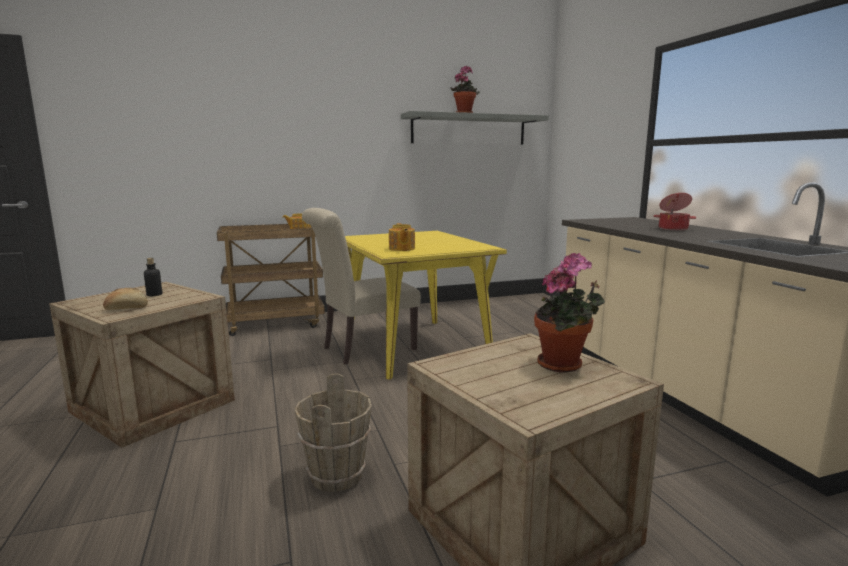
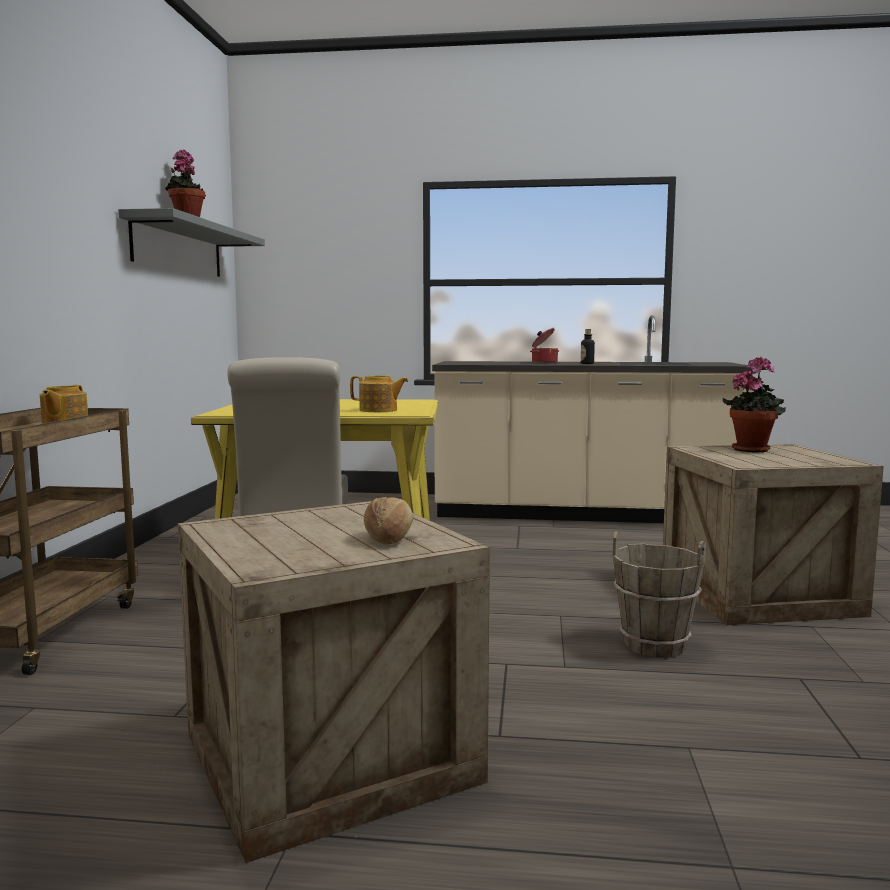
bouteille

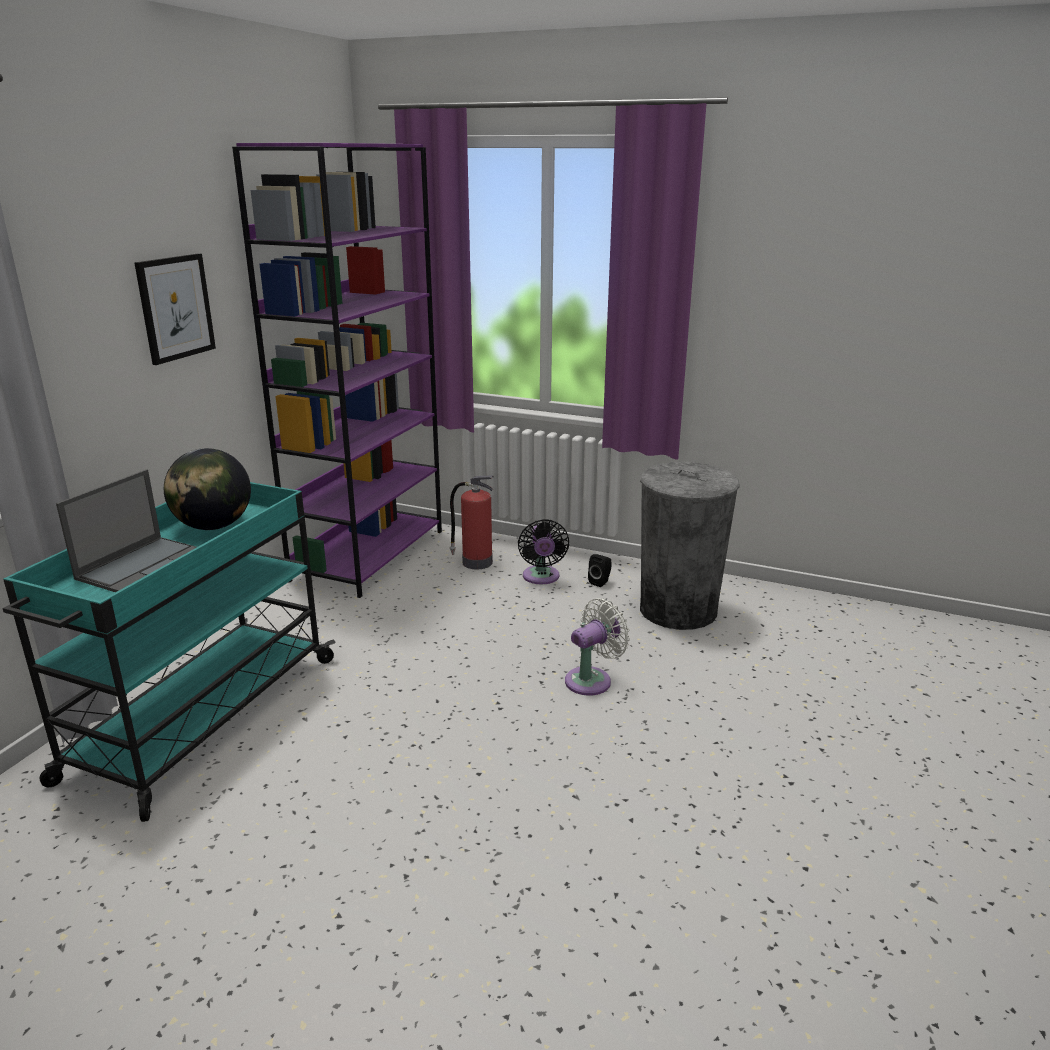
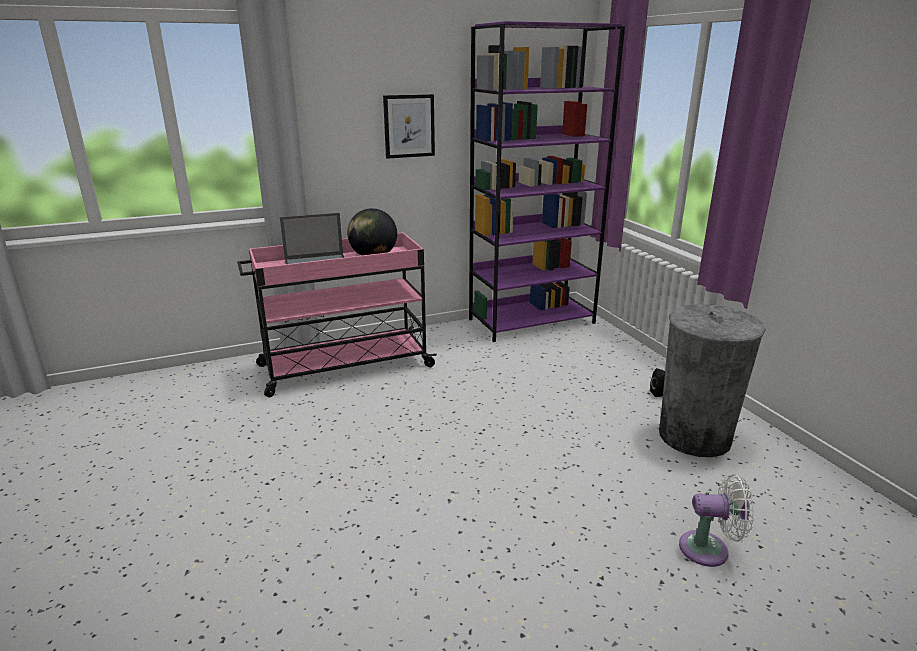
chariot (rose); extincteur; ventilateur (noir); ventilateur (blanc)

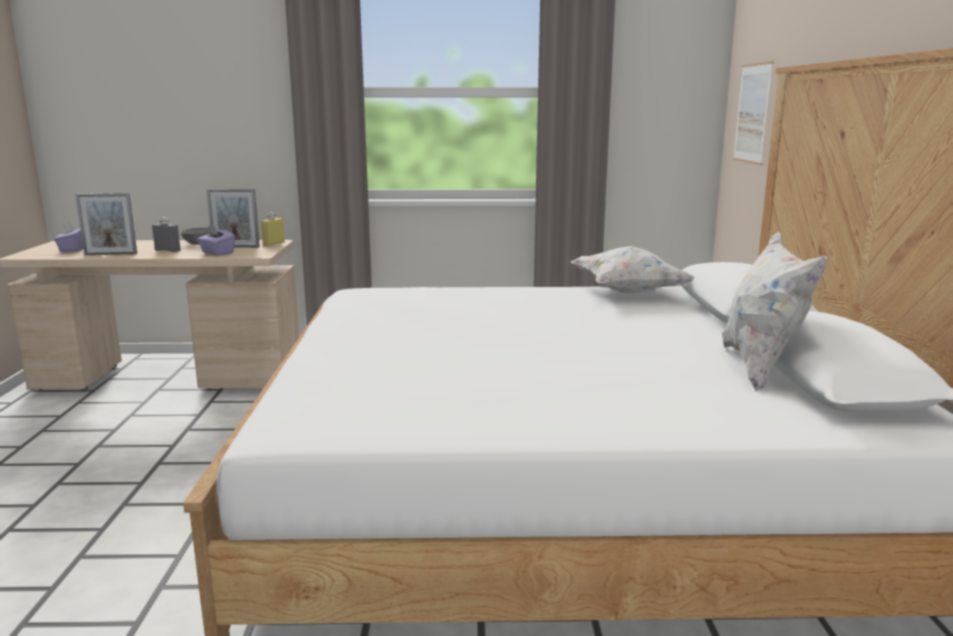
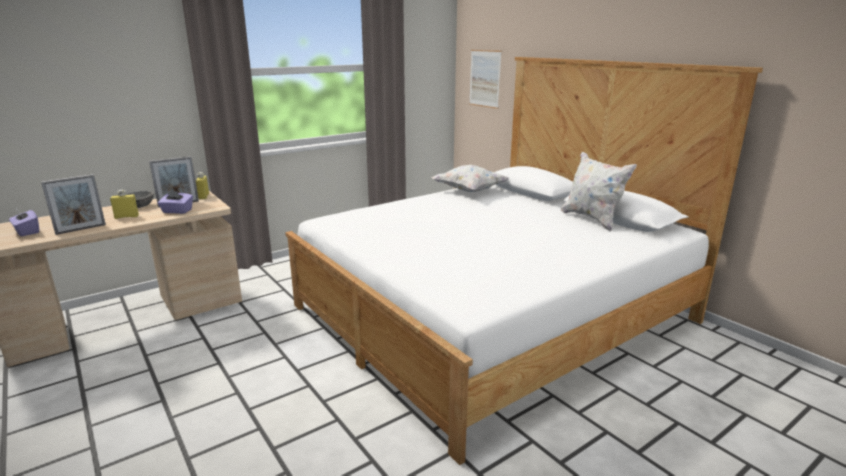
bouteille (jaune) (1st from left)

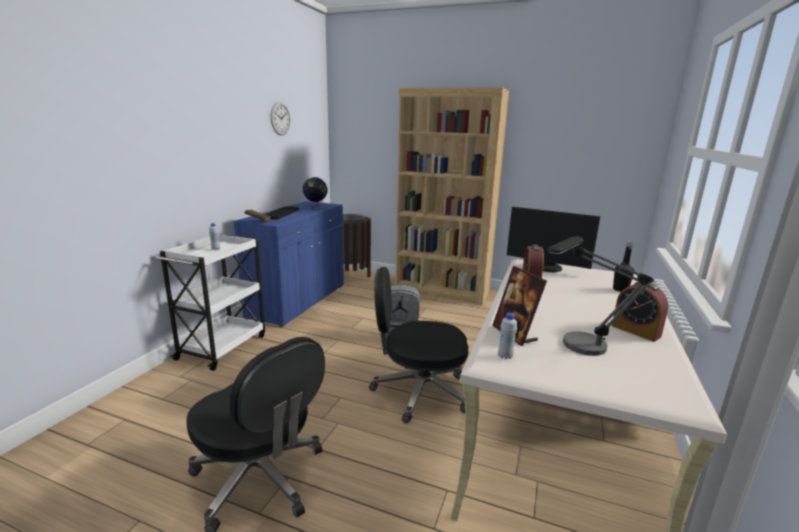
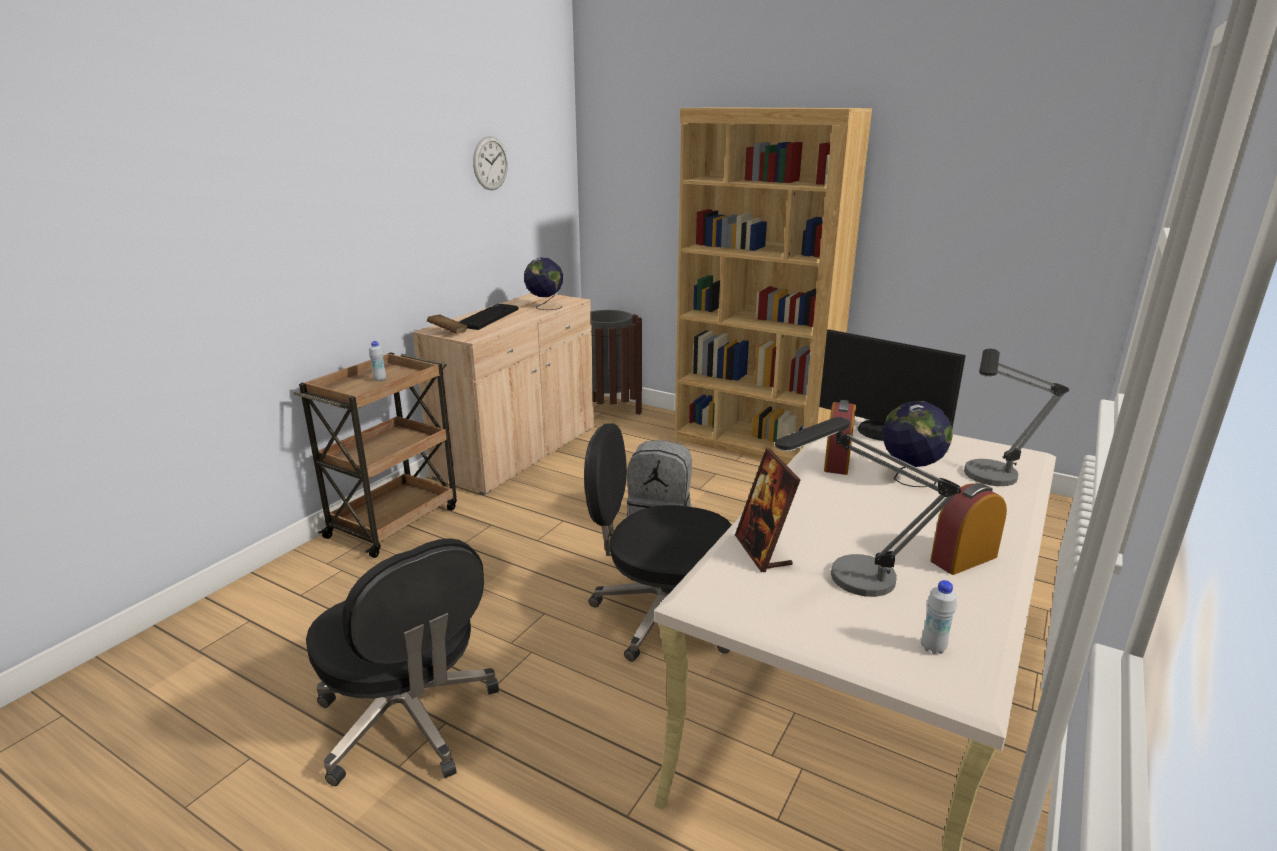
chariot (marron); meuble de rangement (beige); bouteille (blanc) (2nd from left); réveil (2nd from left); lampe de table (2nd from left); globe (2nd from left)

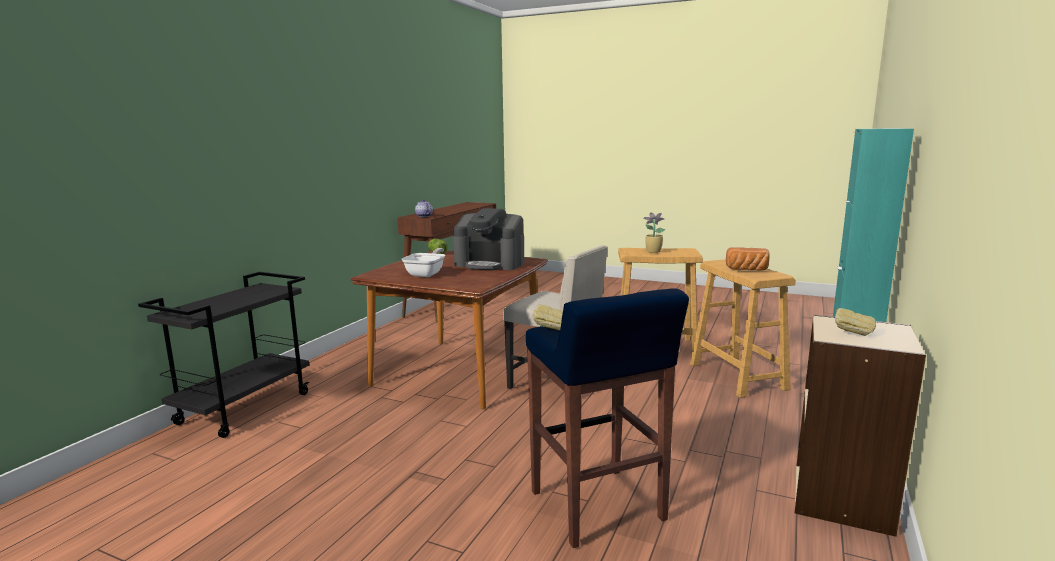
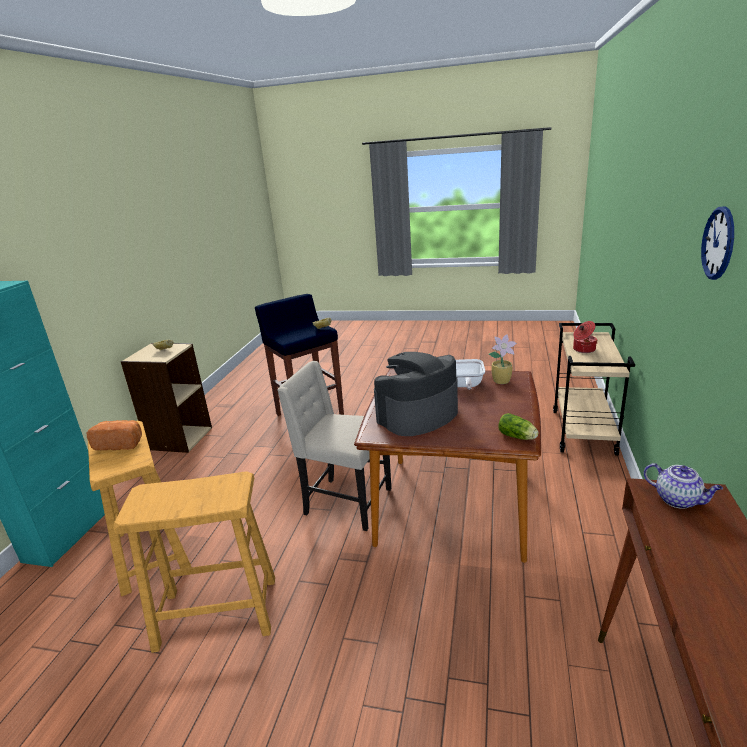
chariot (beige); machine à café; plante en pot; marmite; horloge murale

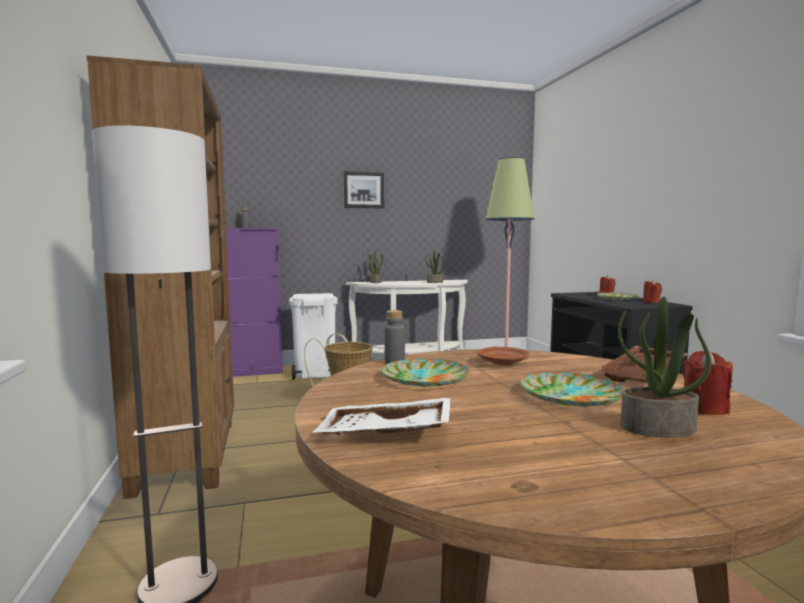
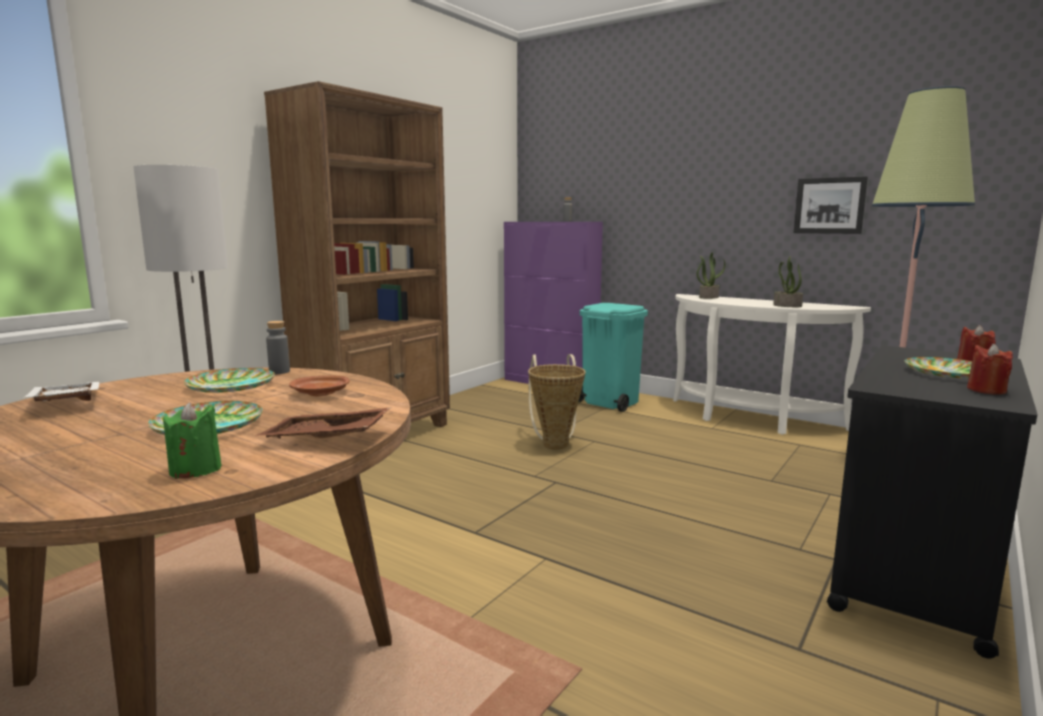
poubelle (turquoise); tableau; plante en pot (3rd from left in the first image); bougie (vert)

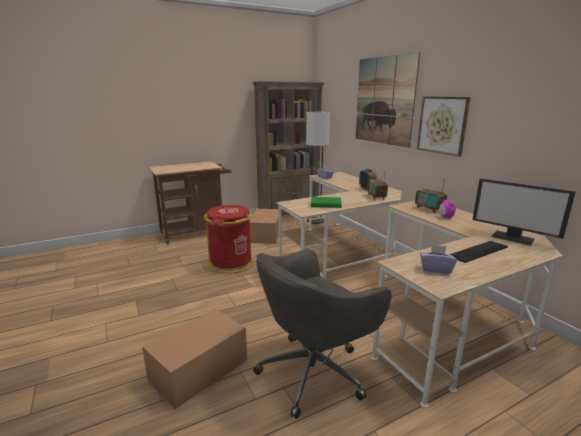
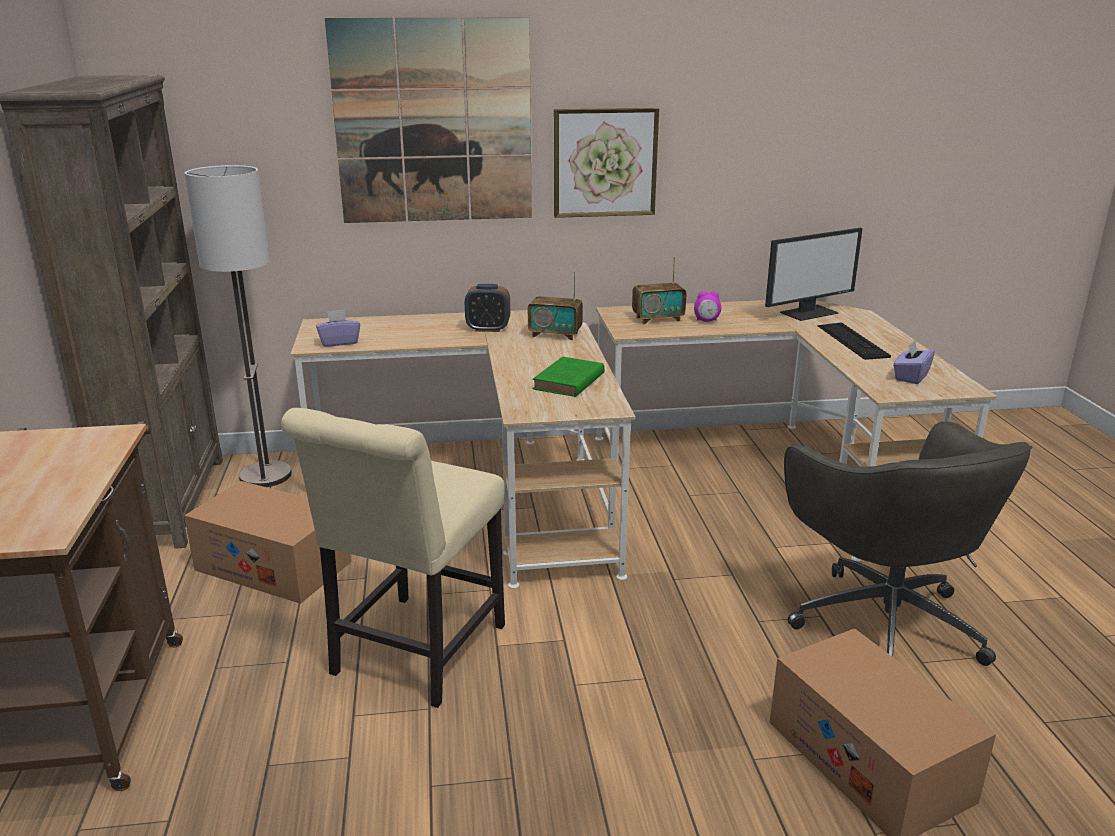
chaise (beige)

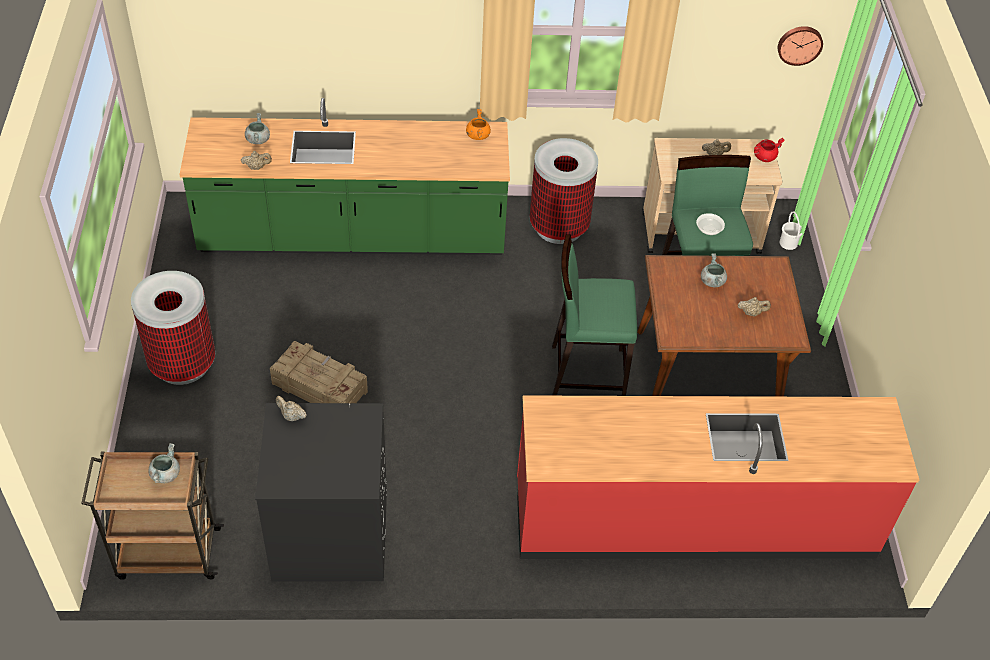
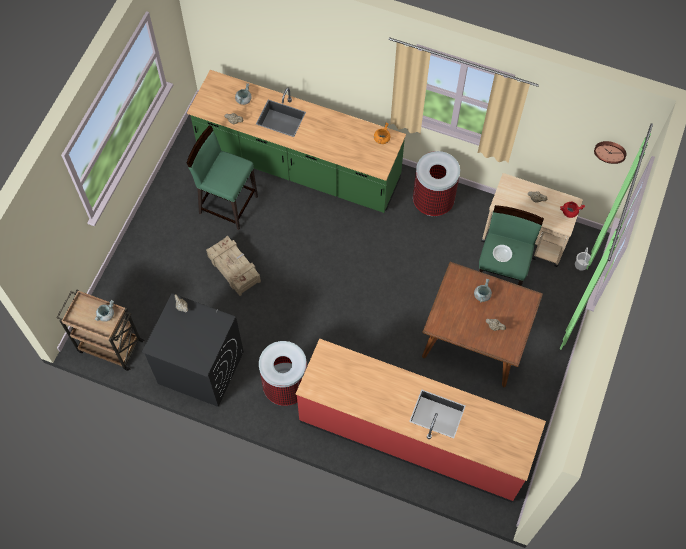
poubelle (1st from left); tabouret (vert) (1st from left)

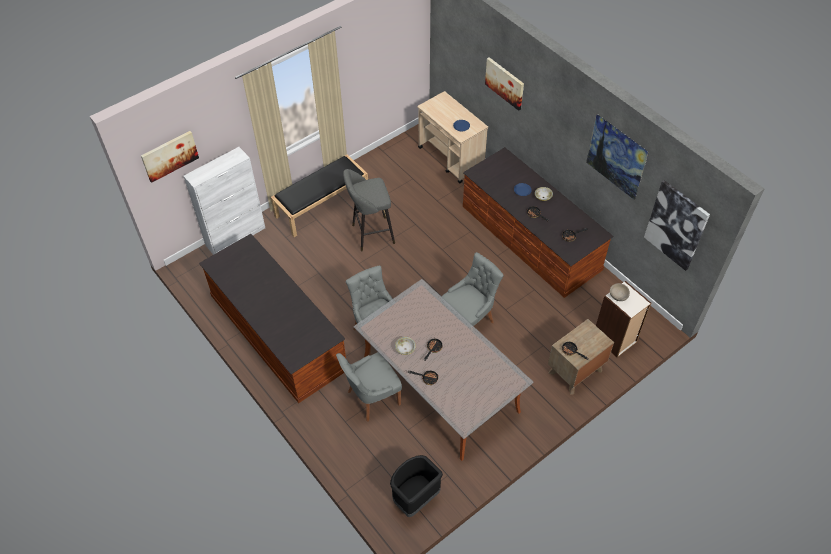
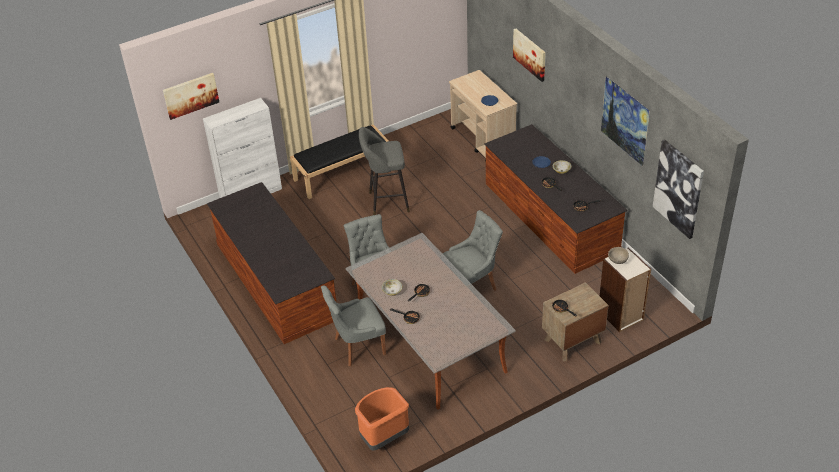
poubelle (orange)

